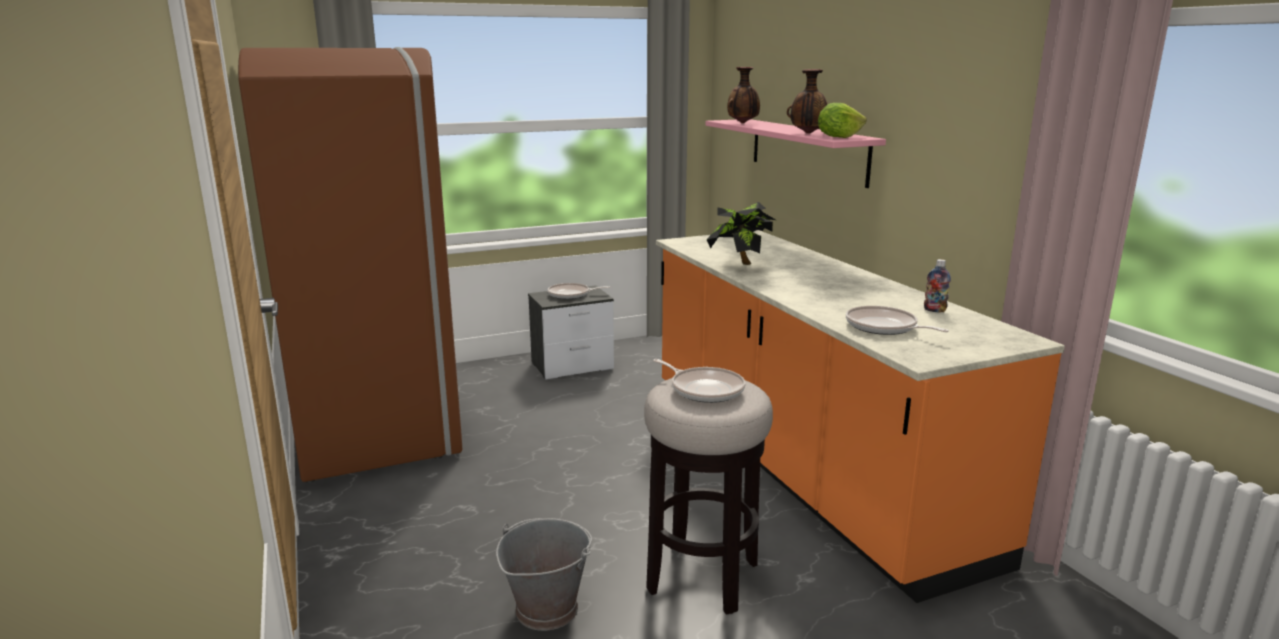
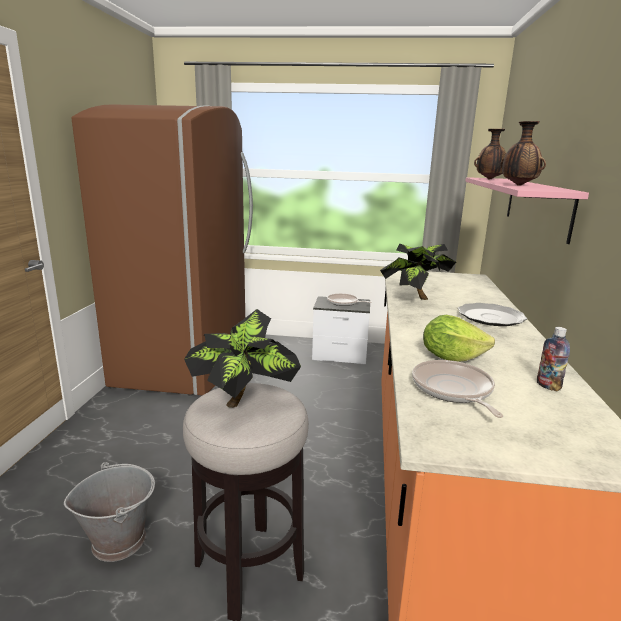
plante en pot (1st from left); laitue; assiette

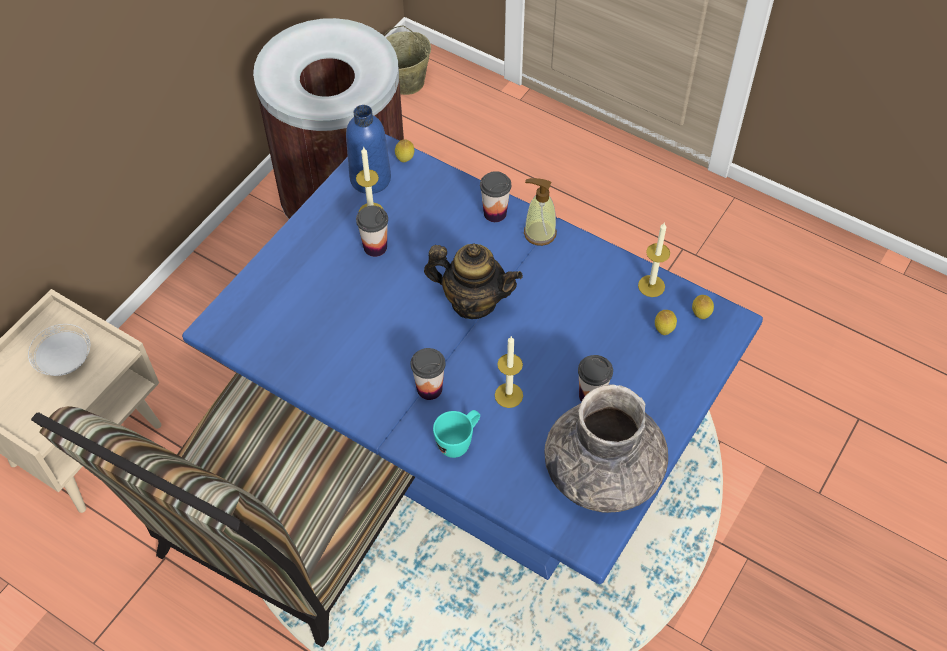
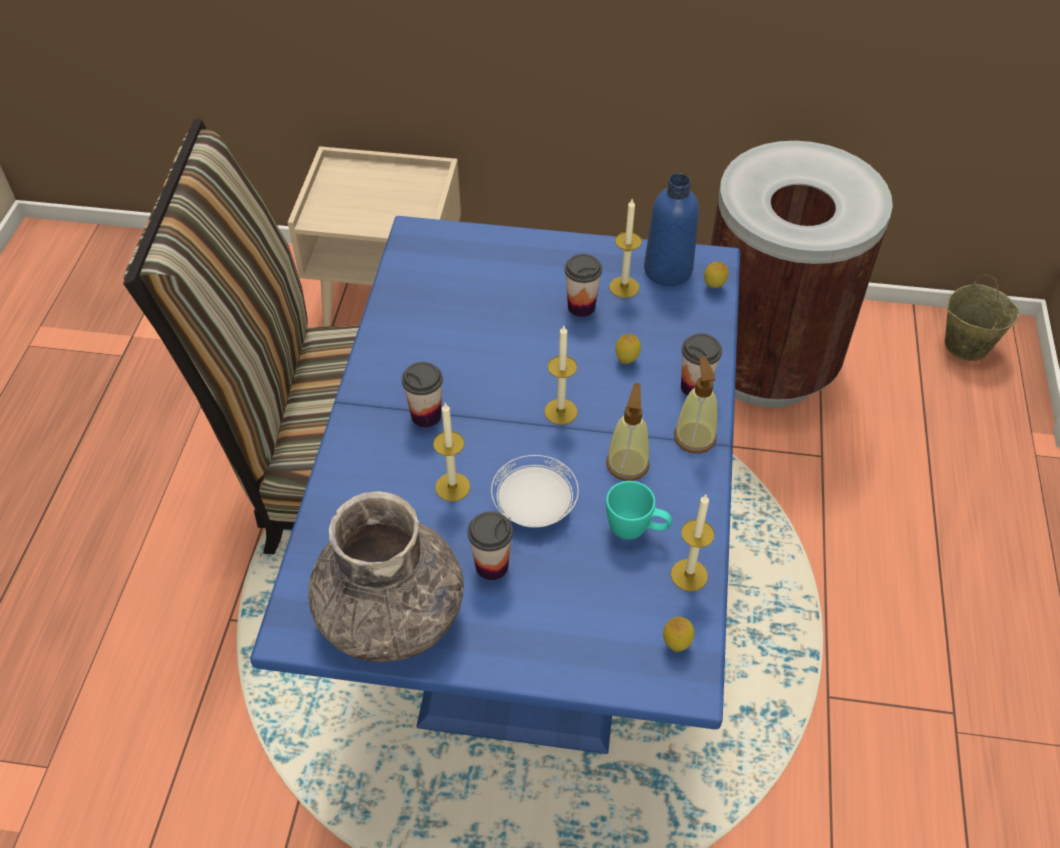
assiette (blanc); bougie (2nd from left); mug (turquoise); citron (1st from left); distributeur de savon (1st from left)

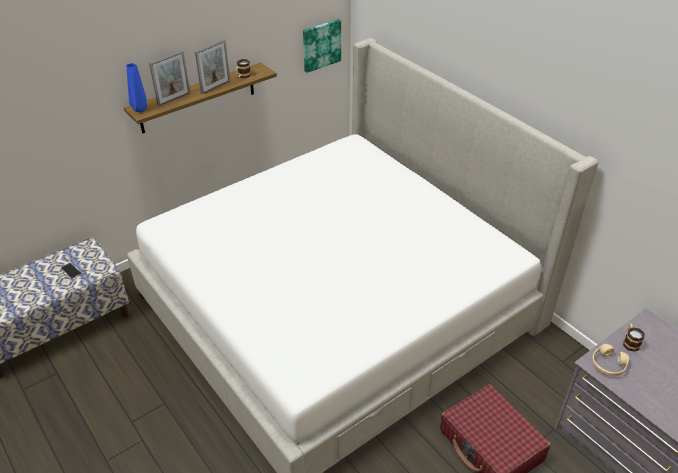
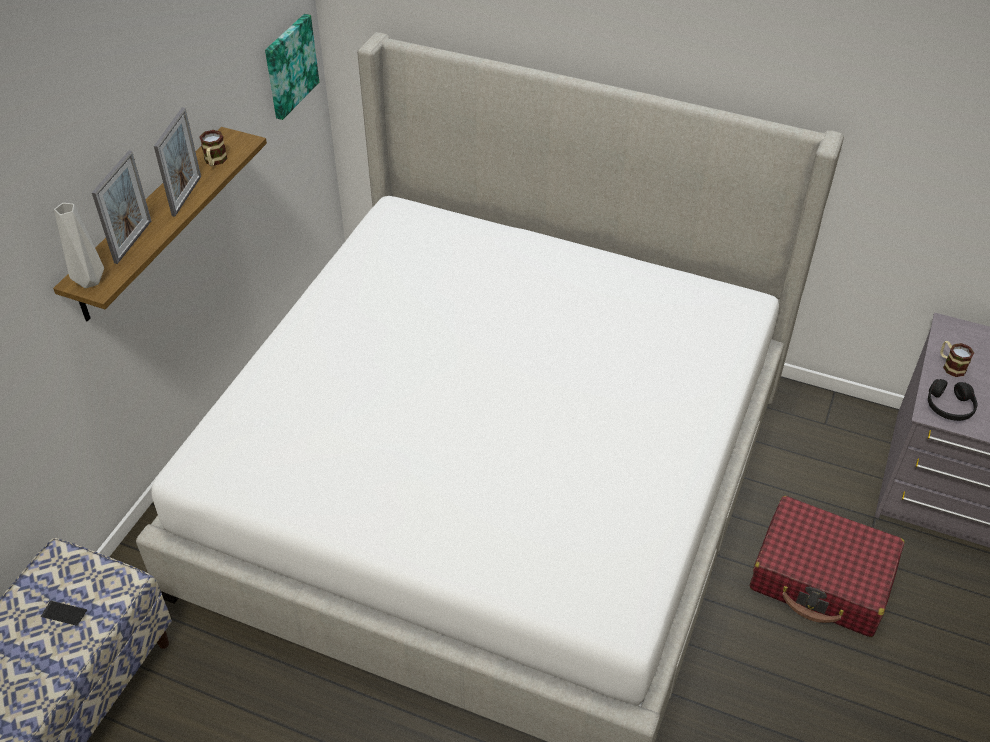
vase (gris); casque audio (noir)

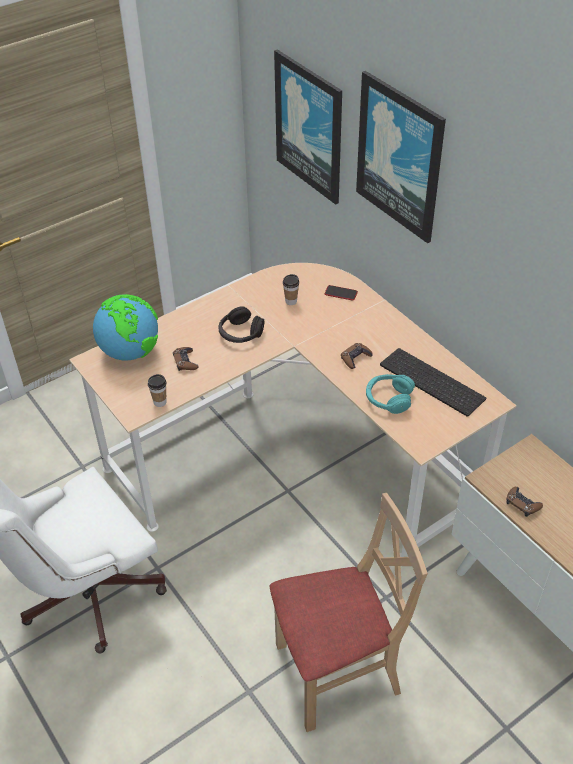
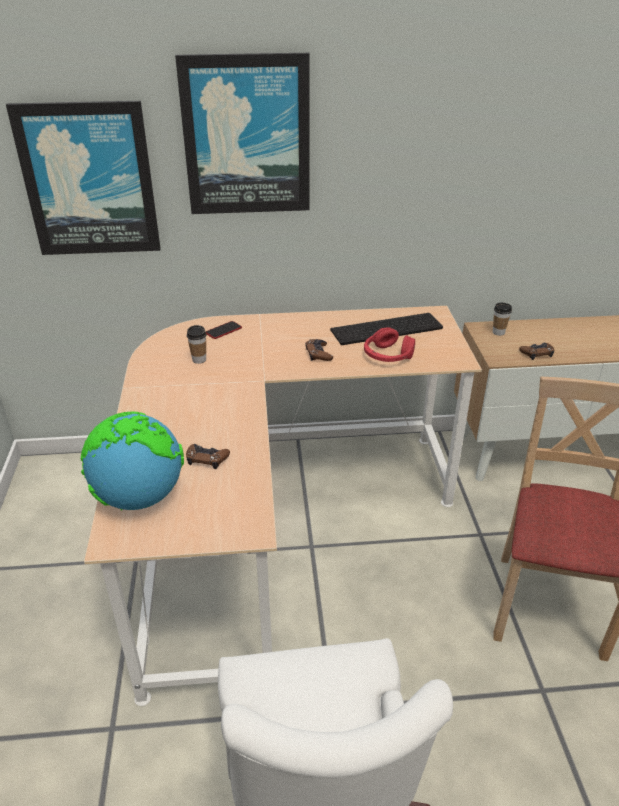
tasse (2nd from left); casque audio (noir); casque audio (rouge)

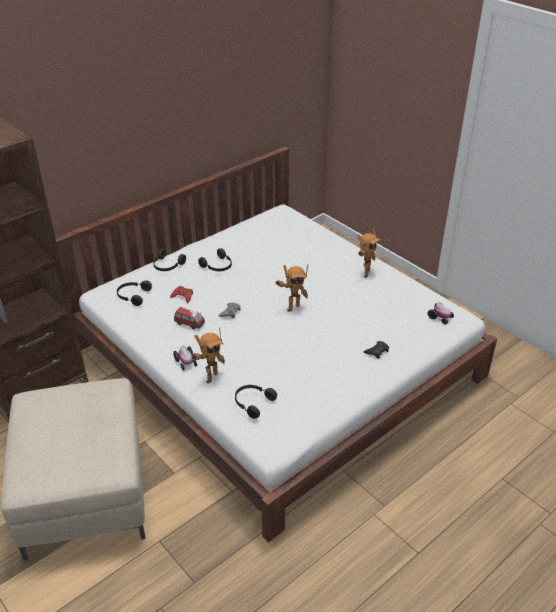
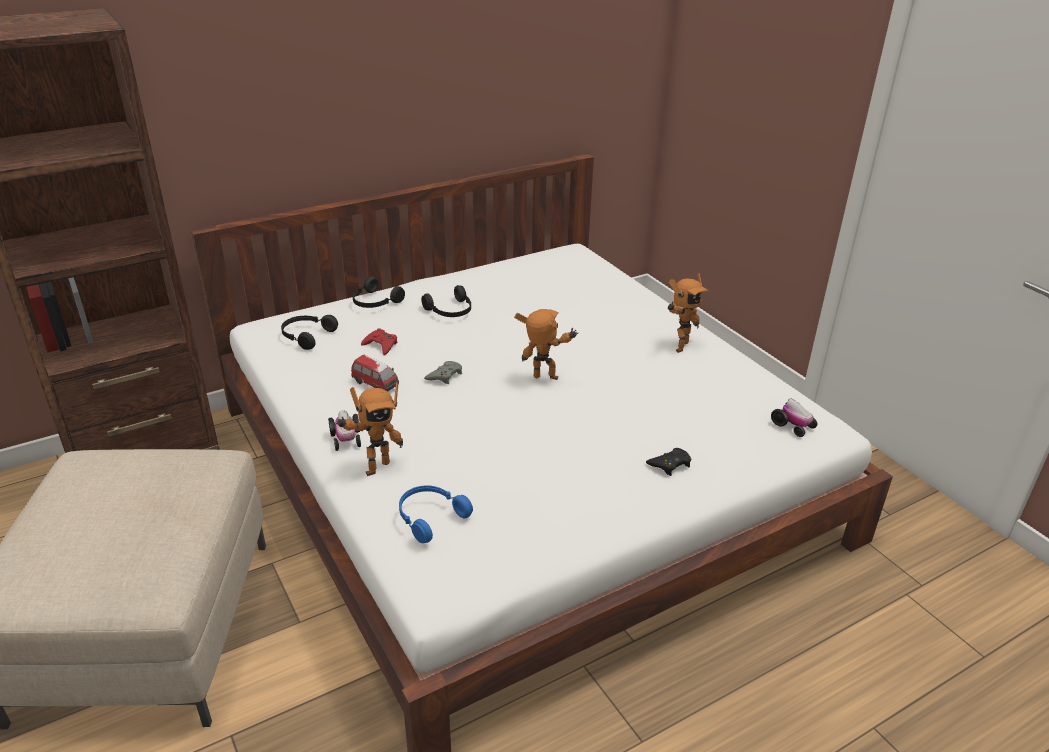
casque audio (bleu); robot jouet (2nd from left)

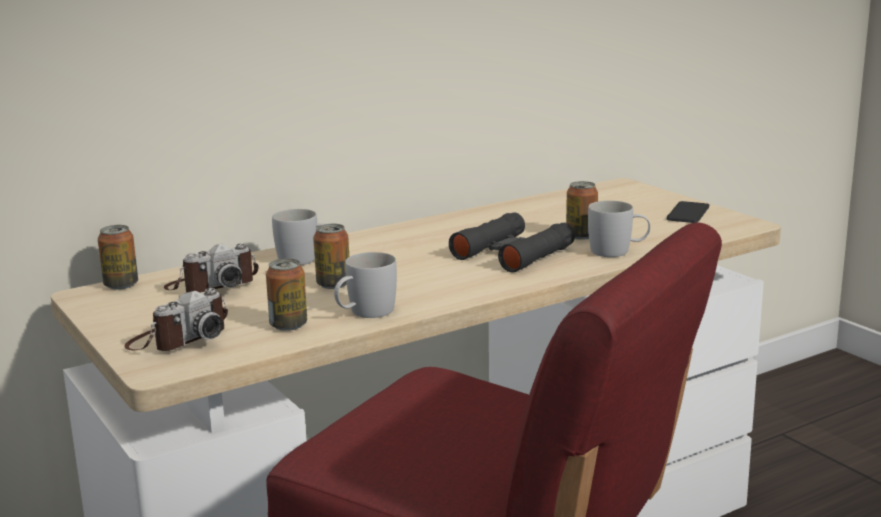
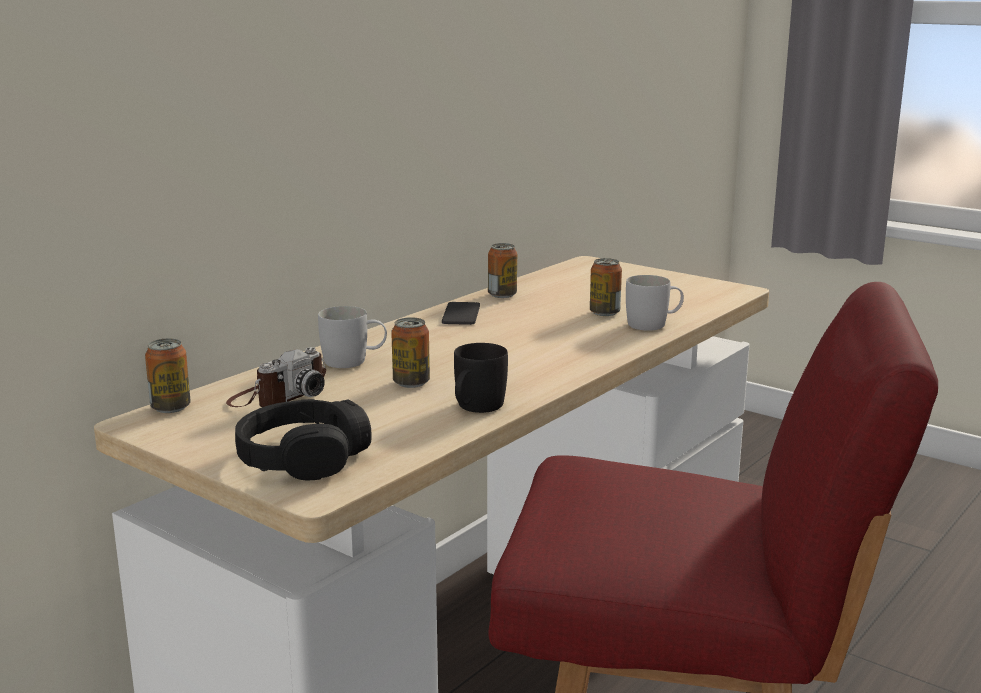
casque audio (noir); boîte métallique (3rd from left); mug (noir); jumelles (noir); téléphone

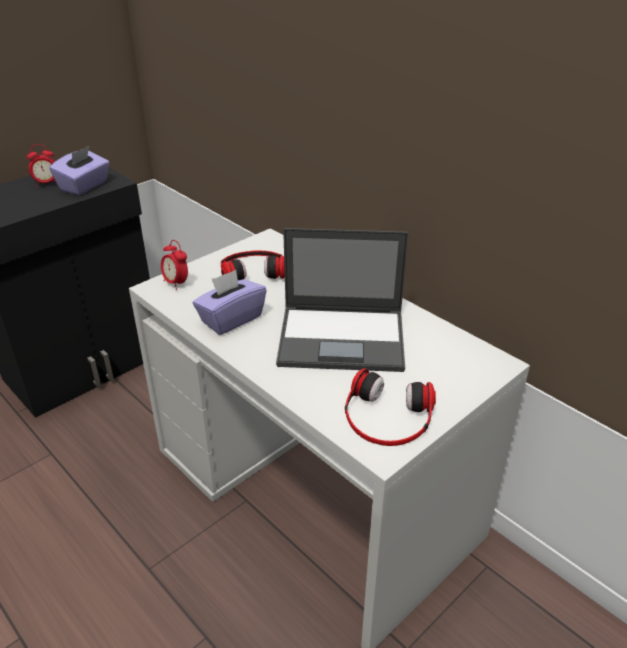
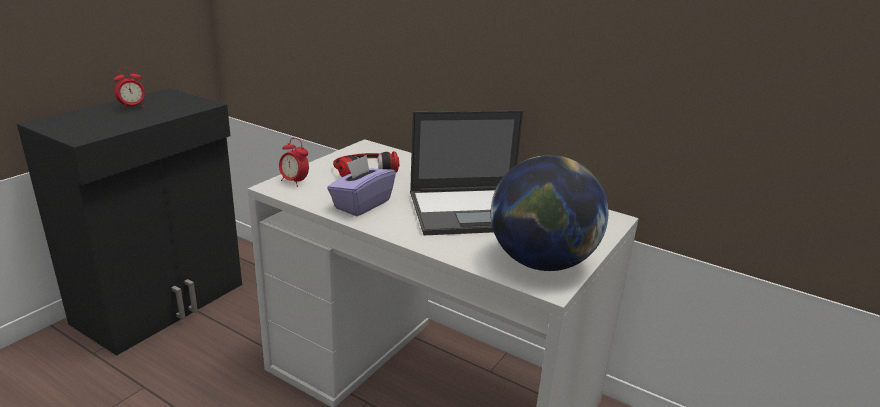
boîte à mouchoirs (violet) (1st from left in the first image); globe

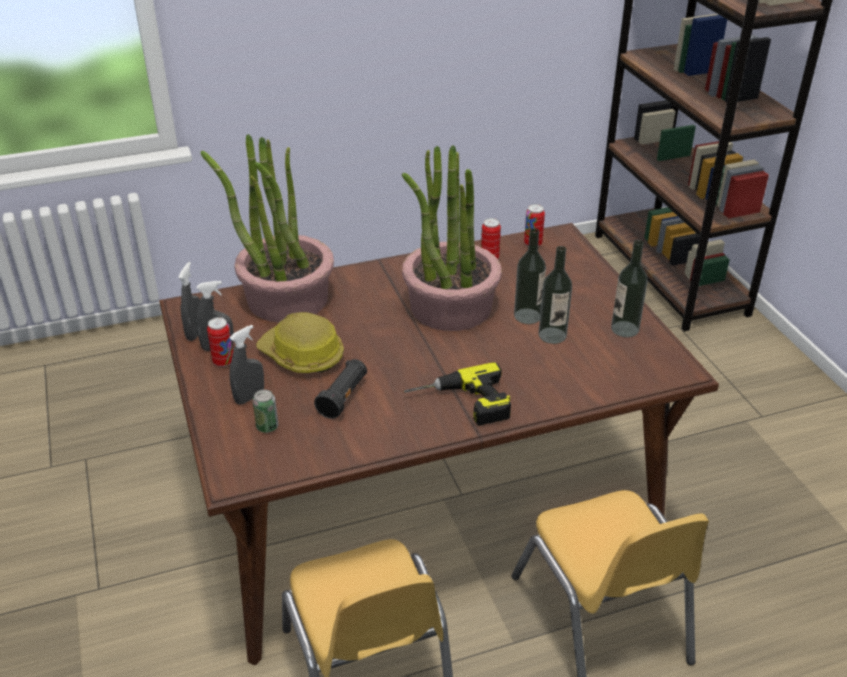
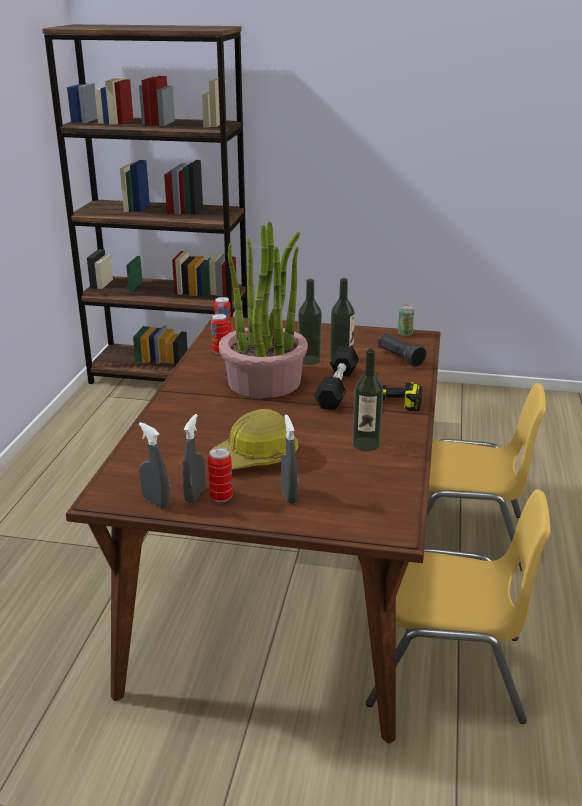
plante en pot (1st from left in the first image); boîte métallique (4th from left); lampe de poche (noir); bouteille (3rd from left); haltère (noir)

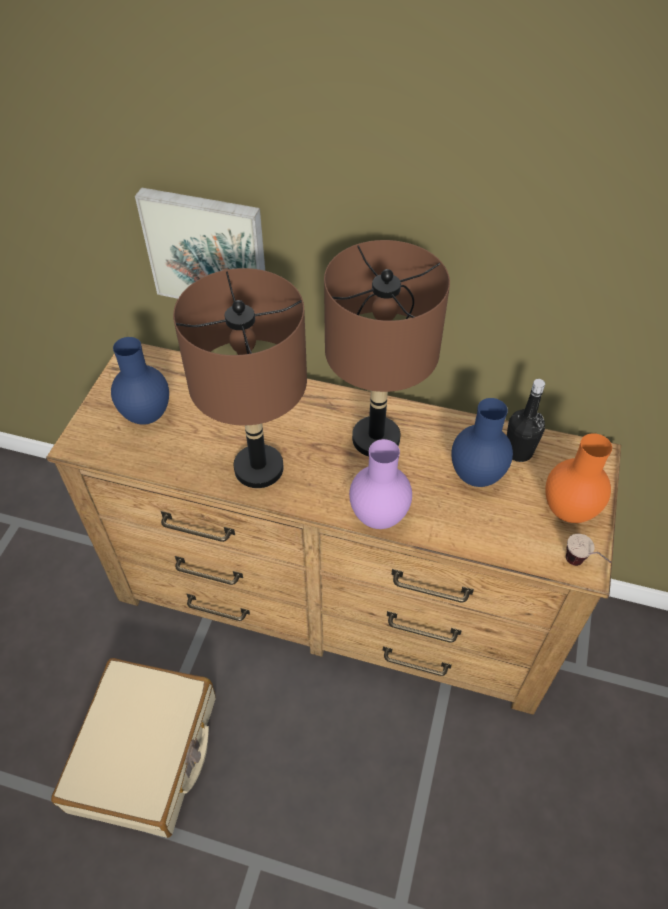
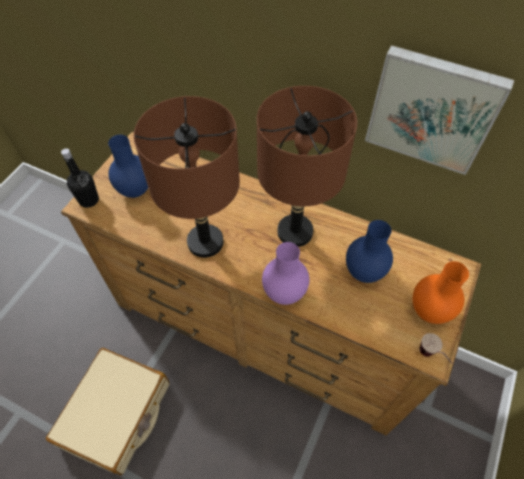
tableau; bouteille (noir)

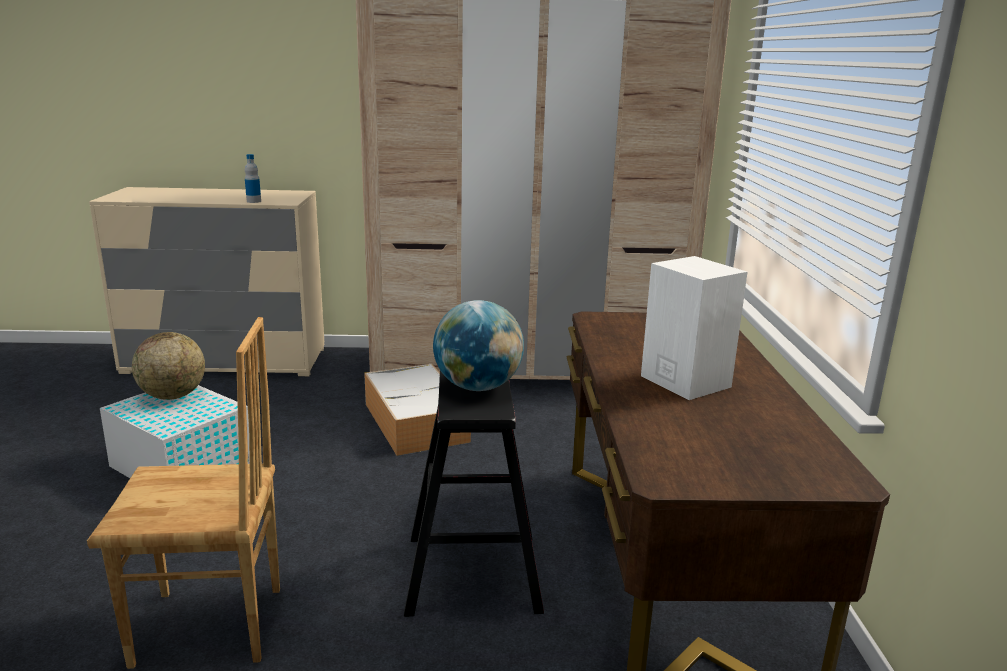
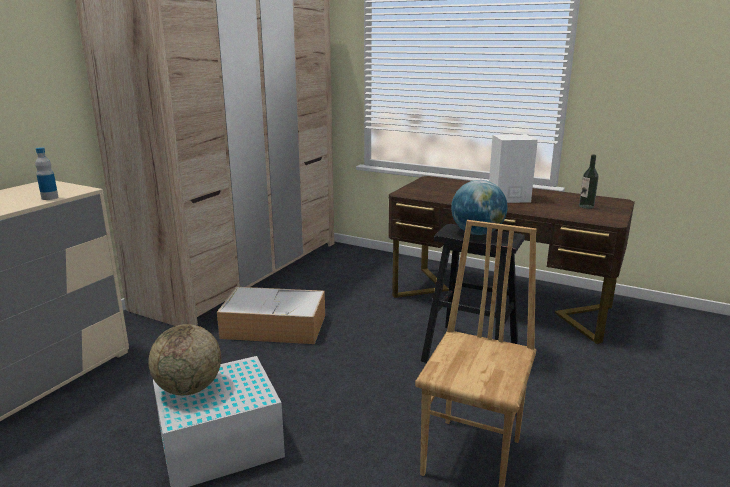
bouteille (2nd from left)

